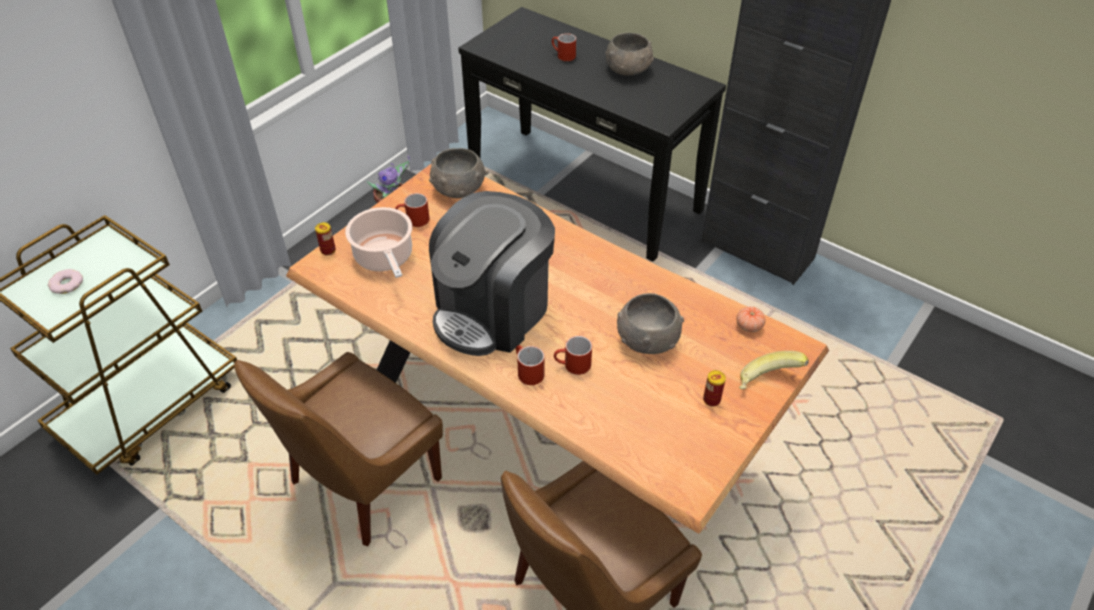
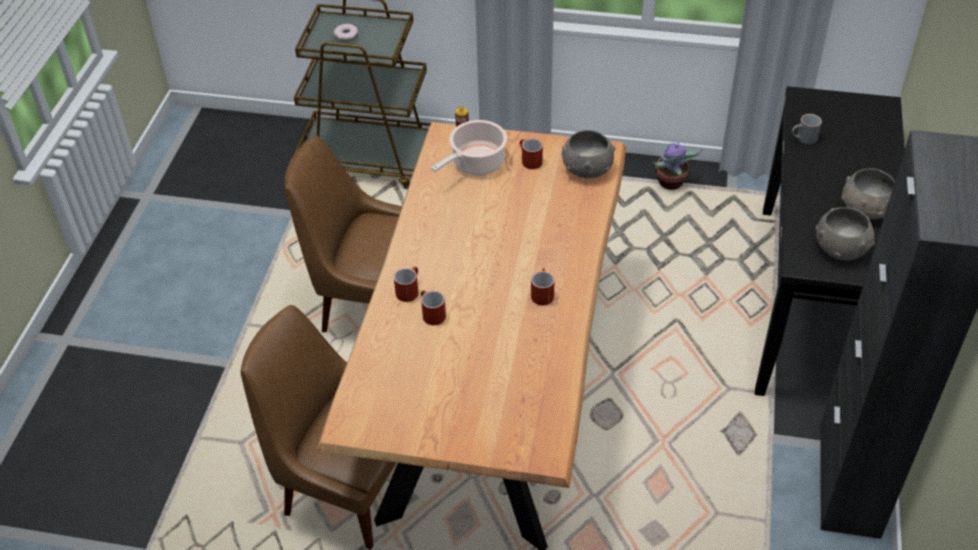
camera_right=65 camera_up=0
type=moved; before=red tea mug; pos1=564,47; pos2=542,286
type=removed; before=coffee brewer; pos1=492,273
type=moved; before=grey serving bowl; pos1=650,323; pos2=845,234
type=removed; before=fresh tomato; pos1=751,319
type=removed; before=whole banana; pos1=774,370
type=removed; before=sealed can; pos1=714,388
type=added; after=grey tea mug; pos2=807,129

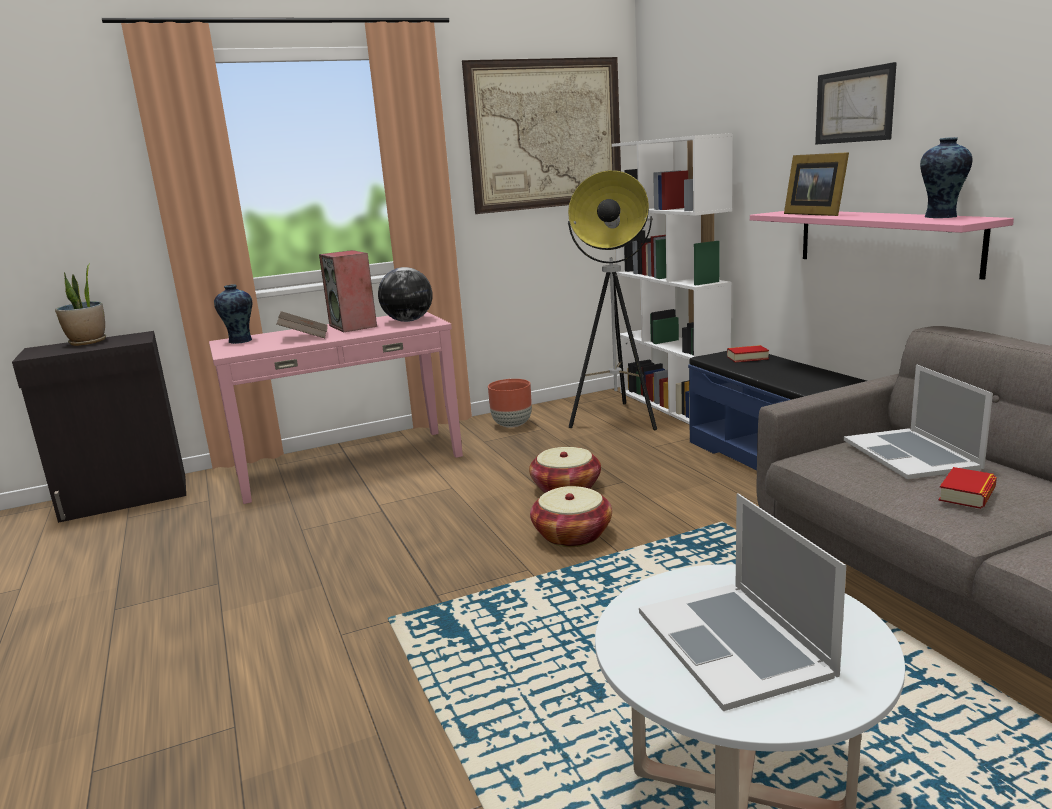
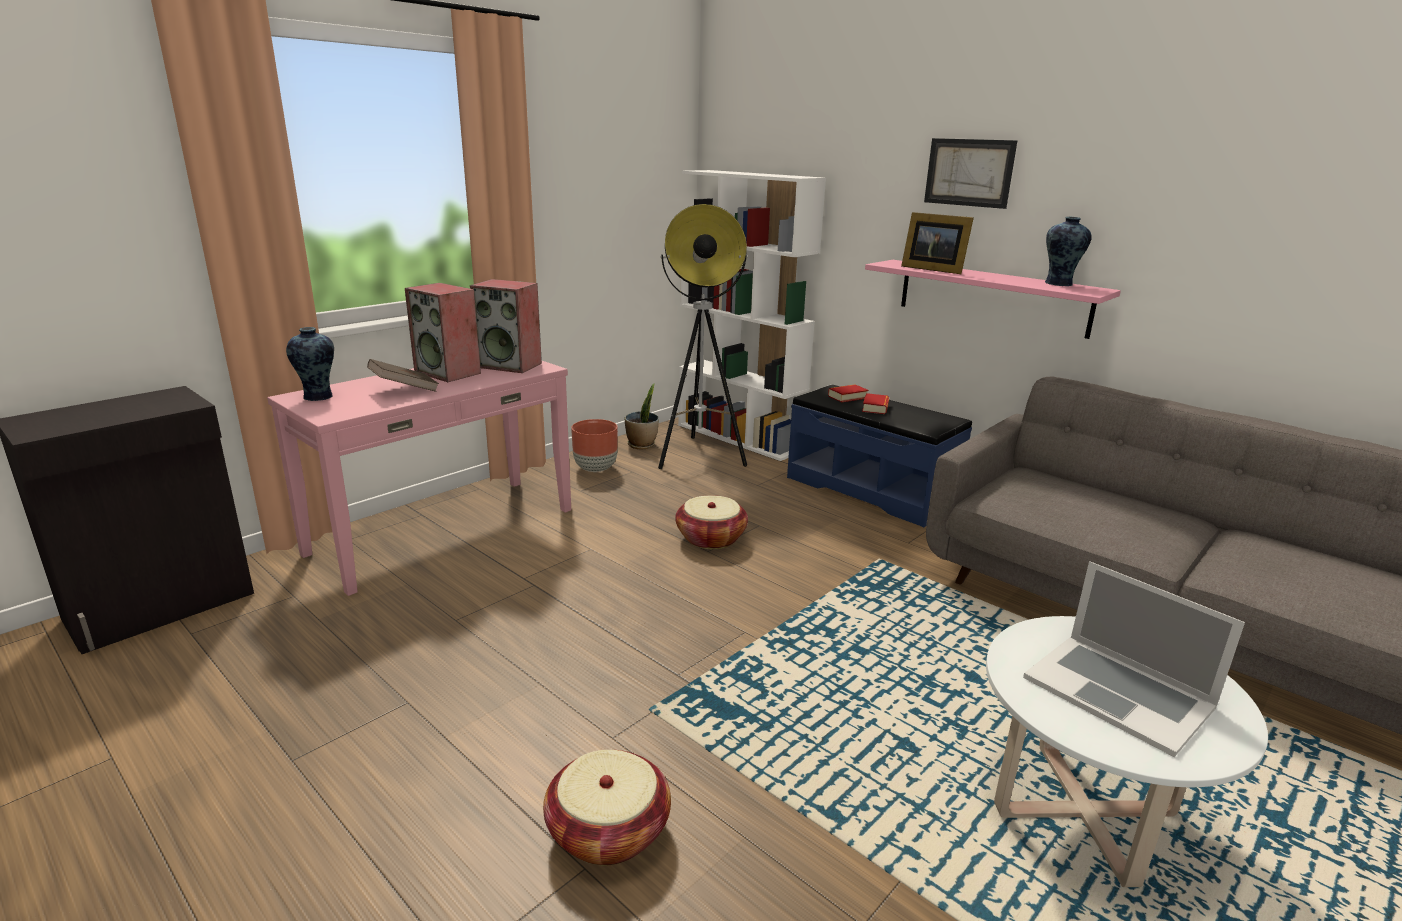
camera_right=-25 camera_up=5
type=removed; before=wall picture; pos1=541,135
type=moved; before=plant in a pot; pos1=80,304; pos2=642,416
type=replaced; before=globe; after=speaker; pos1=405,294; pos2=506,326
type=removed; before=notebook computer; pos1=918,421
type=moved; before=volume; pos1=967,488; pos2=875,403
type=moved; before=household basket; pos1=571,516; pos2=607,808

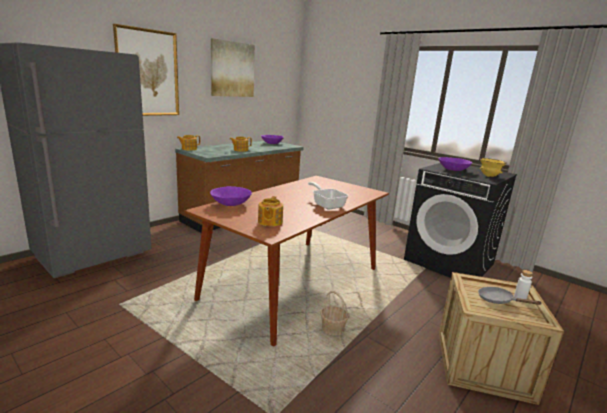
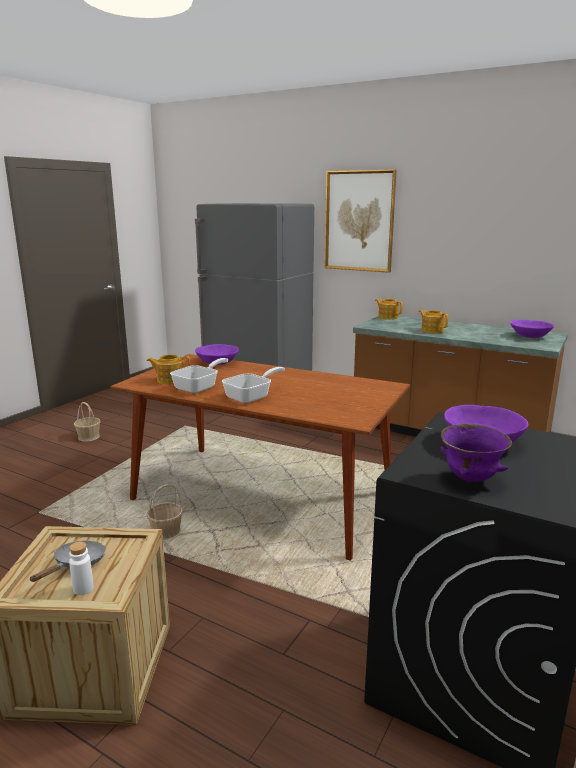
camera_right=80 camera_up=0
type=removed; before=wall picture; pos1=233,67
type=recoloured; before=yellow serving bowl; after=purplish serving bowl; pos1=493,167; pos2=476,453
type=added; after=frying pan; pos2=199,375
type=added; after=household basket; pos2=87,422

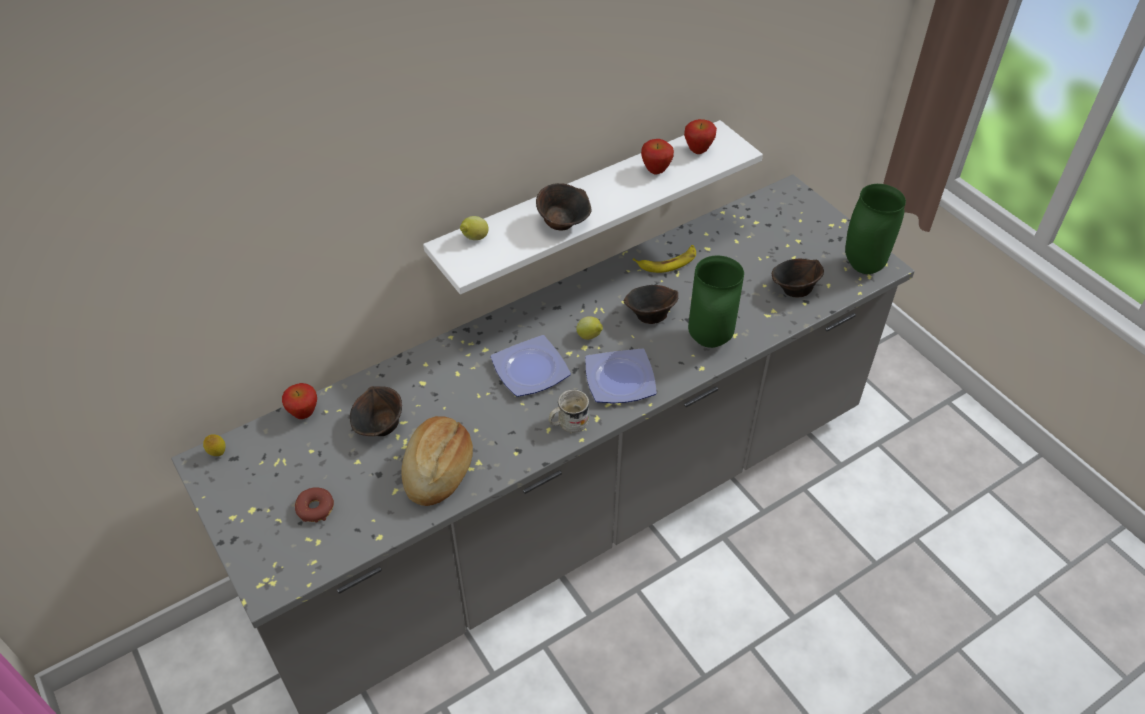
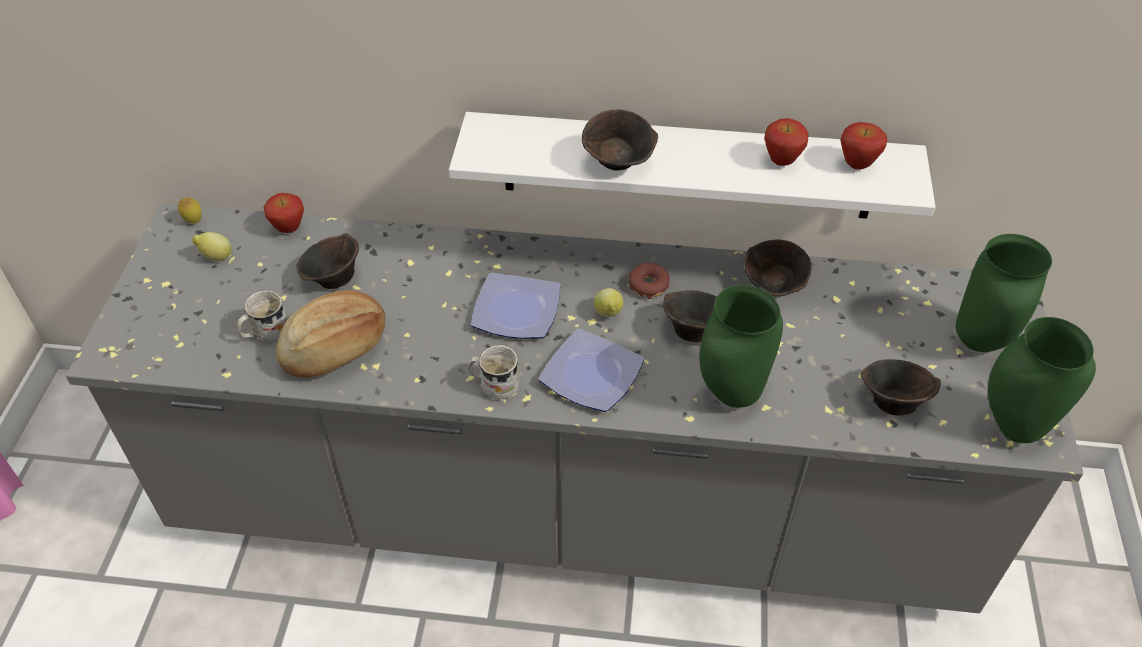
camera_right=40 camera_up=0
type=moved; before=whole lemon; pos1=474,228; pos2=212,246
type=replaced; before=whole banana; after=brownish serving bowl; pos1=664,259; pos2=778,268
type=moved; before=ring doughnut; pos1=314,504; pos2=649,281
type=added; after=green vase; pos2=1004,293
type=added; after=white-coloured tea mug; pos2=262,317

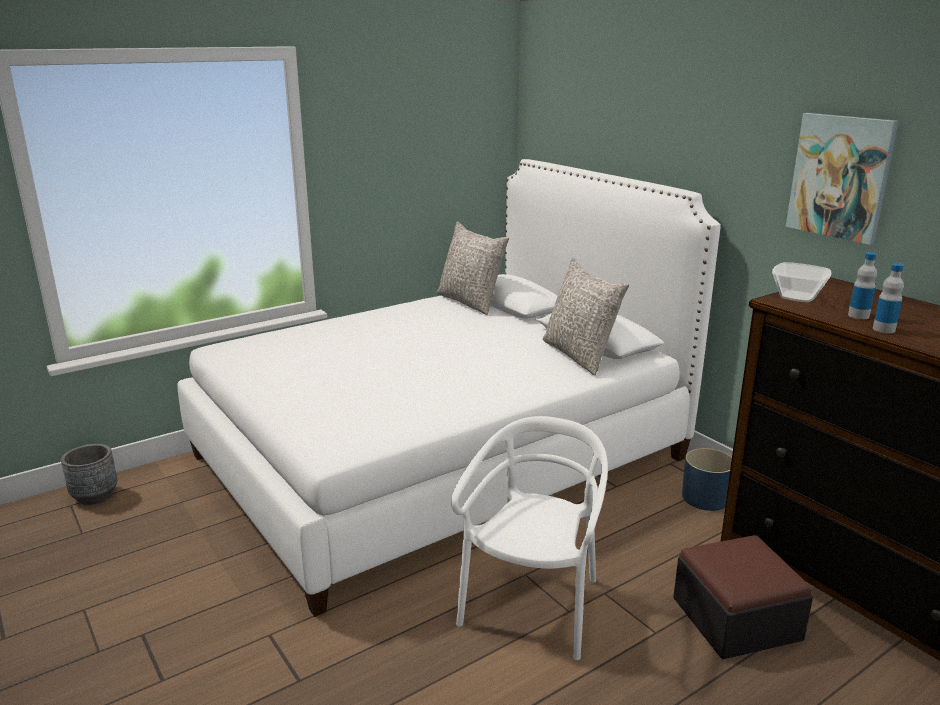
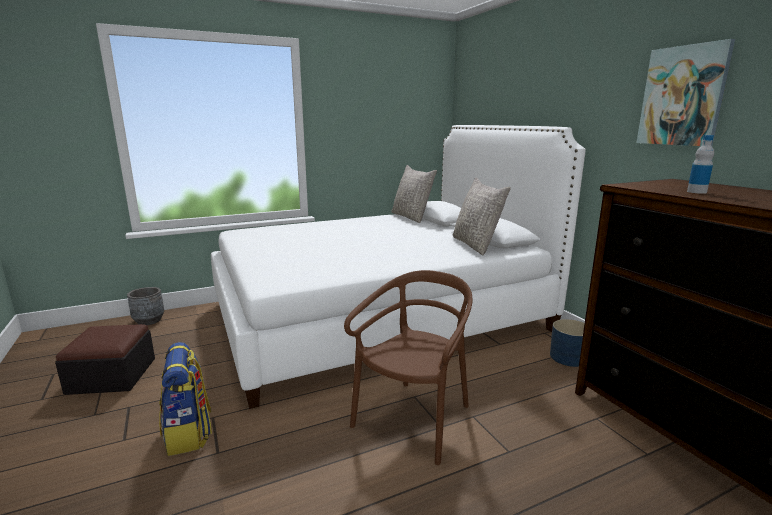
camera_right=10 camera_up=-5
type=removed; before=serving bowl; pos1=801,282
type=removed; before=drink bottle; pos1=888,298
type=recoloured; before=white-coloured chair; after=brownish chair; pos1=529,538; pos2=408,367
type=moved; before=footrest; pos1=743,597; pos2=105,359
type=added; after=backpack; pos2=185,399

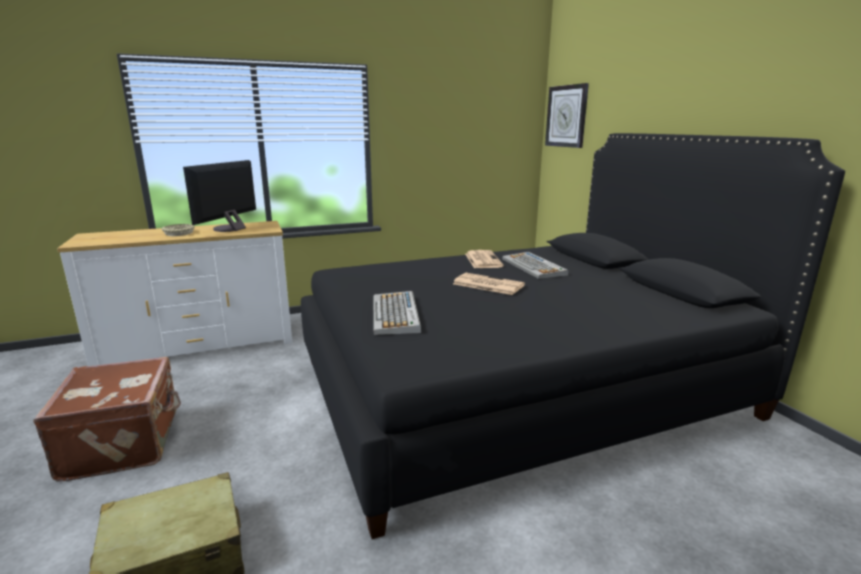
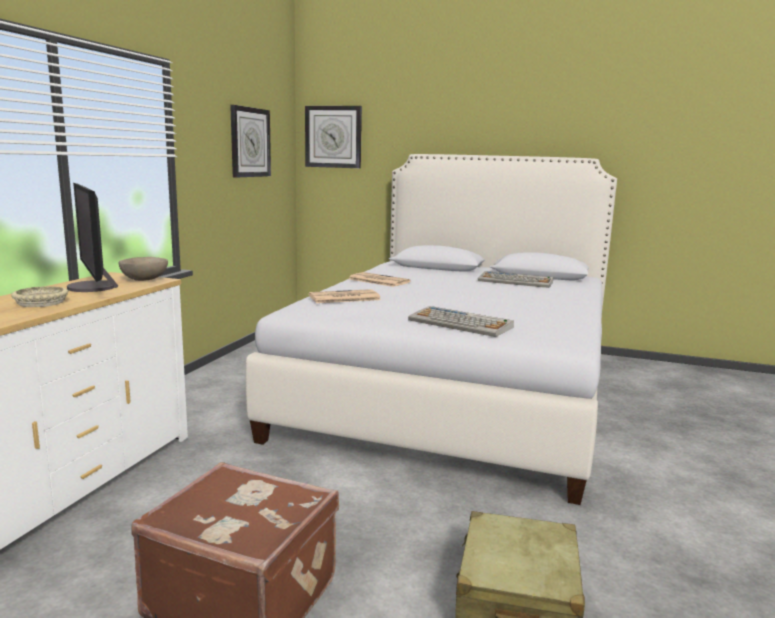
camera_right=-50 camera_up=-5
type=recoloured; before=black sleeping bed; after=white-coloured sleeping bed; pos1=573,336; pos2=431,329
type=moved; before=PC keyboard; pos1=536,265; pos2=515,279
type=moved; before=printed paper; pos1=489,284; pos2=345,296
type=added; after=hanging clock; pos2=250,141
type=added; after=beige-coloured serving bowl; pos2=143,269

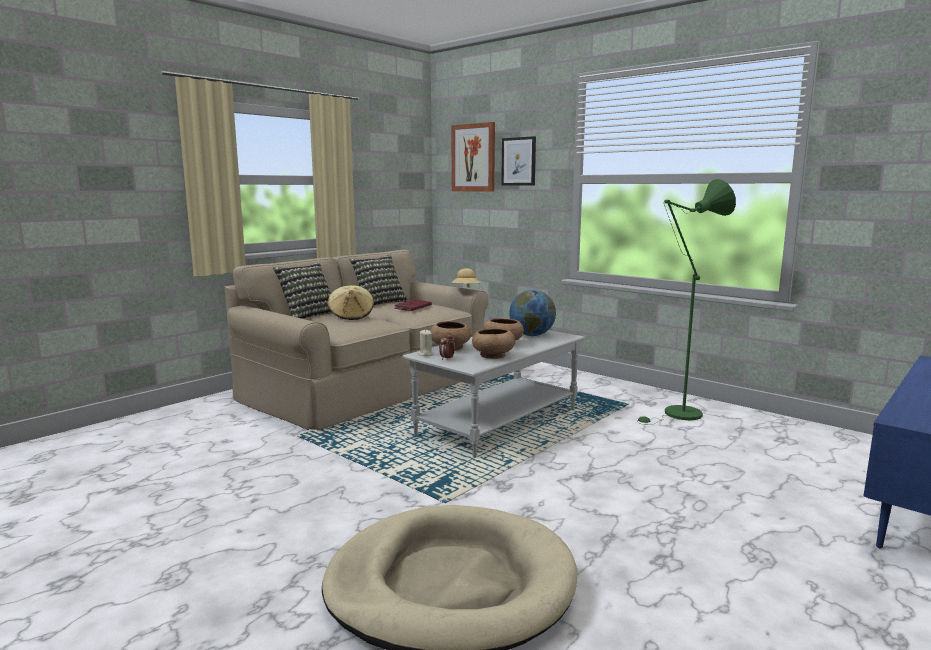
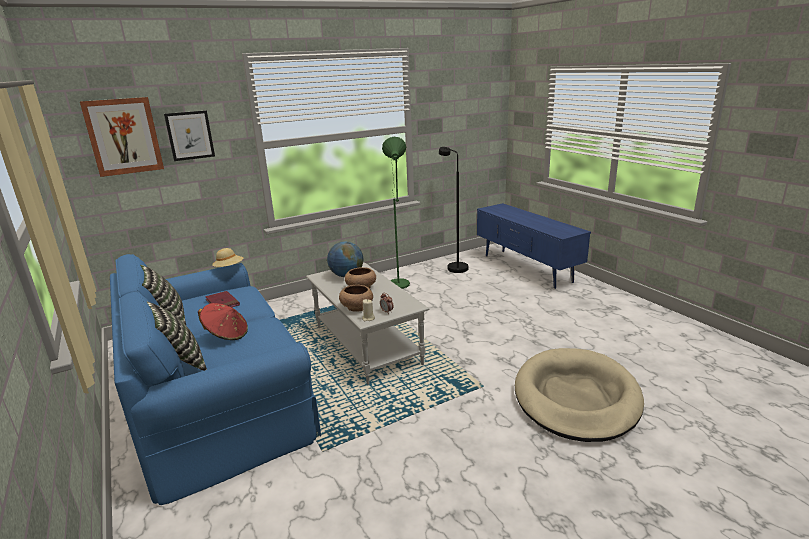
camera_right=-70 camera_up=10
type=recoloured; before=beige-coloured couch; after=bluish couch; pos1=356,340; pos2=215,379
type=recoloured; before=beige-coloured clothing hat; after=red clothing hat; pos1=350,302; pos2=223,321
type=removed; before=brownish serving bowl; pos1=493,343
type=added; after=black standard lamp; pos2=454,210

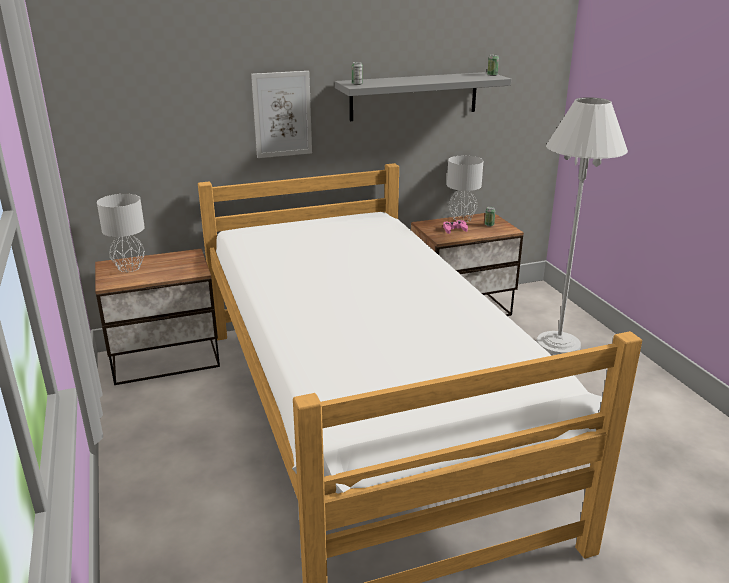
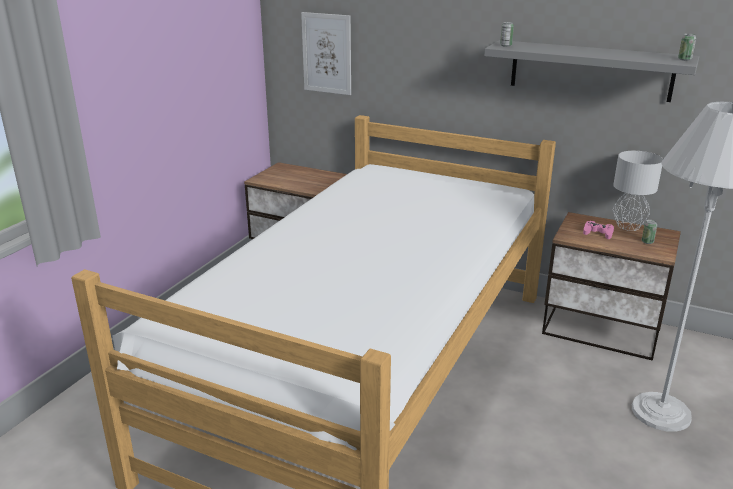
camera_right=45 camera_up=0
type=moved; before=wall picture; pos1=281,114; pos2=326,53
type=removed; before=grey table lamp; pos1=121,233

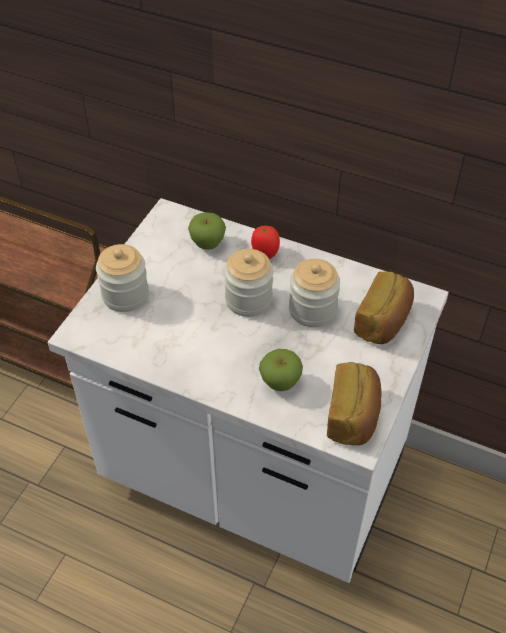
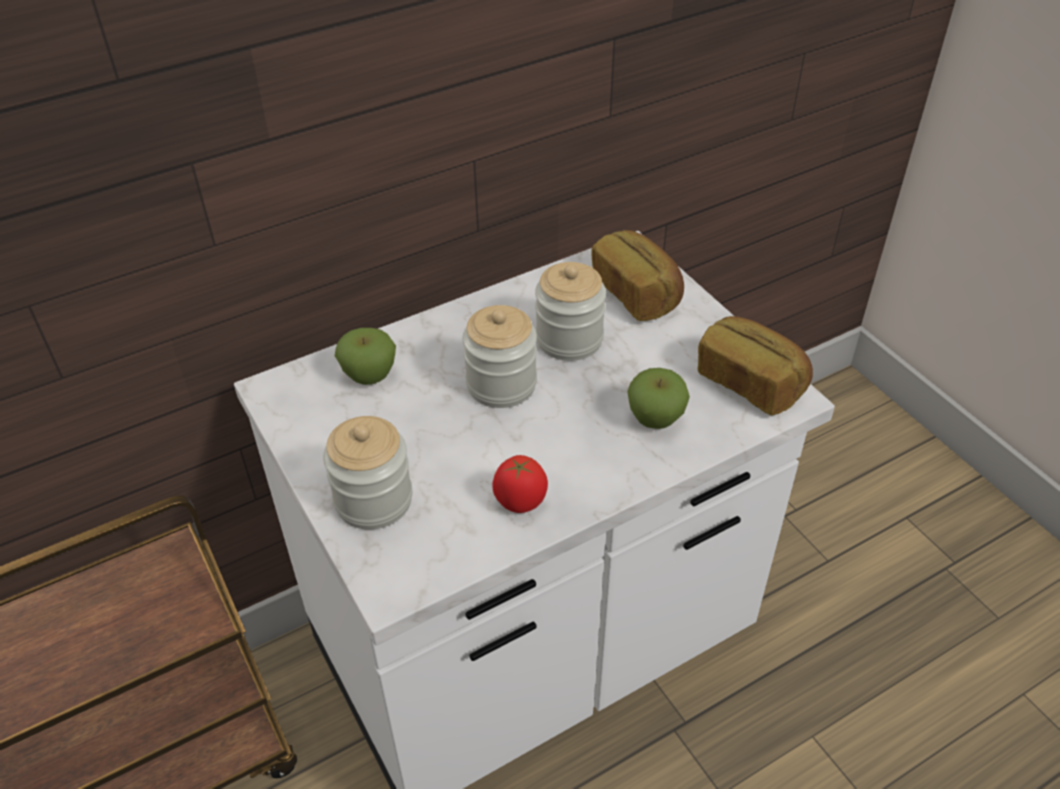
camera_right=-55 camera_up=-5
type=moved; before=fresh tomato; pos1=265,242; pos2=520,484

